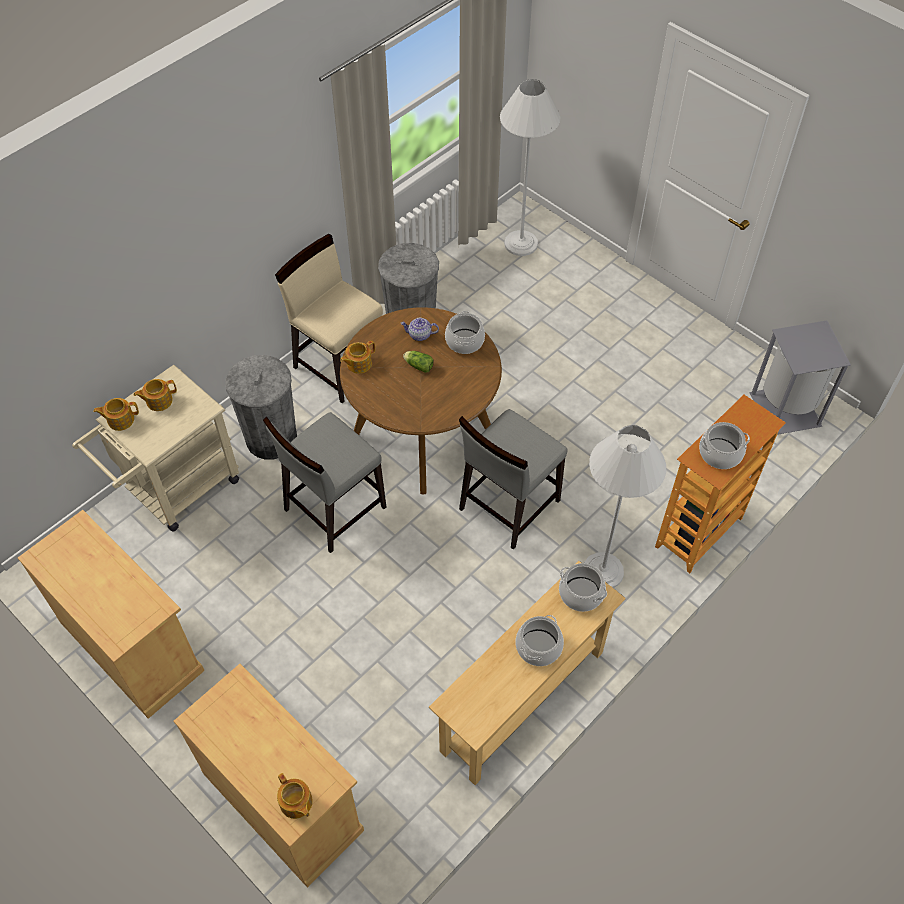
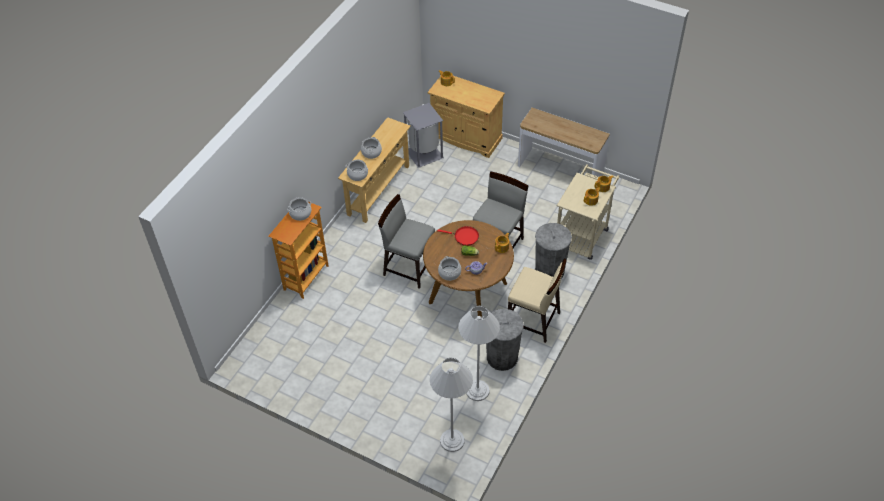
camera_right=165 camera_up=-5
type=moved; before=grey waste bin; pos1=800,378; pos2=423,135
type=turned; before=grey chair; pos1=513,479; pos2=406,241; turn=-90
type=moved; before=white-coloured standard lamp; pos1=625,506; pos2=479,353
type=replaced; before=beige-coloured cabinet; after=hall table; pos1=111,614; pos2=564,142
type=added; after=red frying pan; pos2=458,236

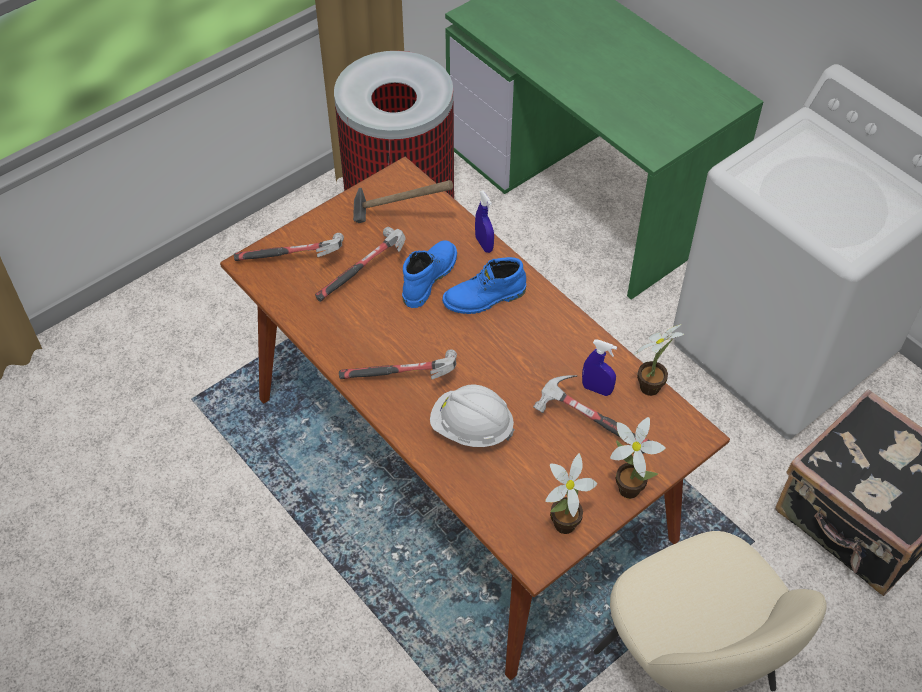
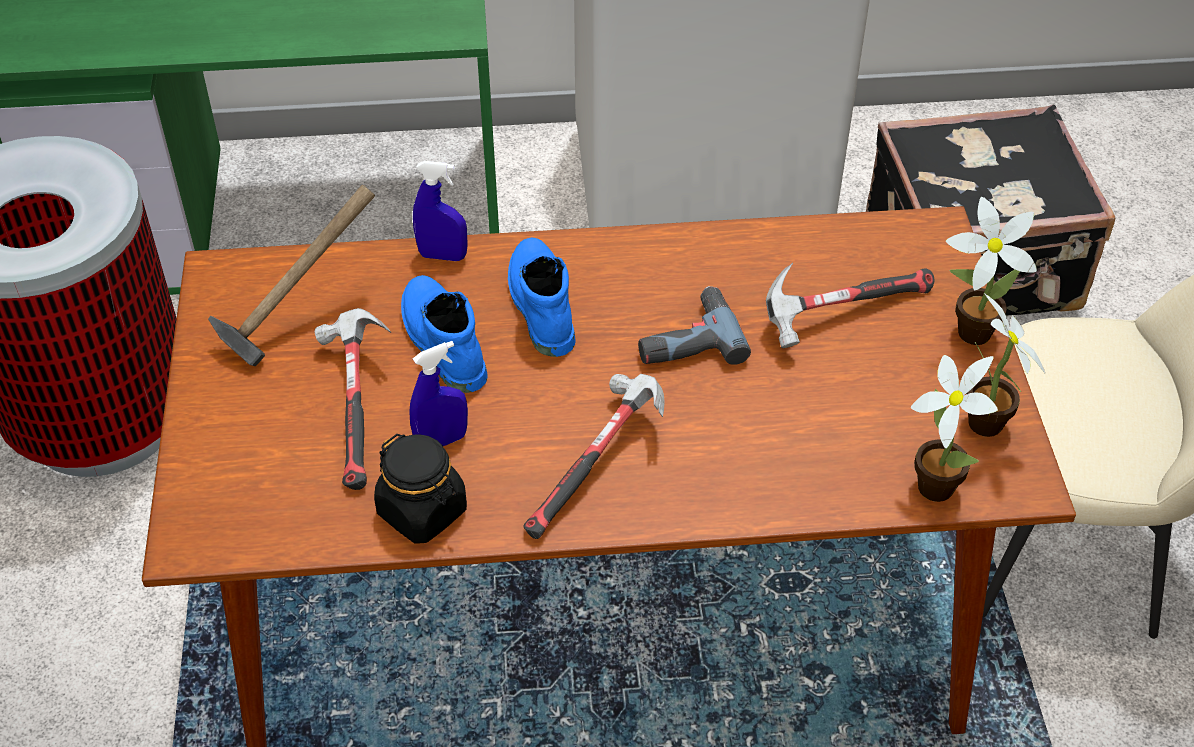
camera_right=-55 camera_up=-5
type=removed; before=hand hammer; pos1=289,247
type=turned; before=bluish high-top boot; pos1=484,285; pos2=542,297; turn=150
type=moved; before=plant in a pot; pos1=659,360; pos2=954,428
type=moved; before=bluish spray bottle; pos1=599,368; pos2=438,393
type=removed; before=white-coloured safety helmet; pos1=472,416
type=added; after=power drill; pos2=694,325
type=added; after=black storage jar; pos2=420,489

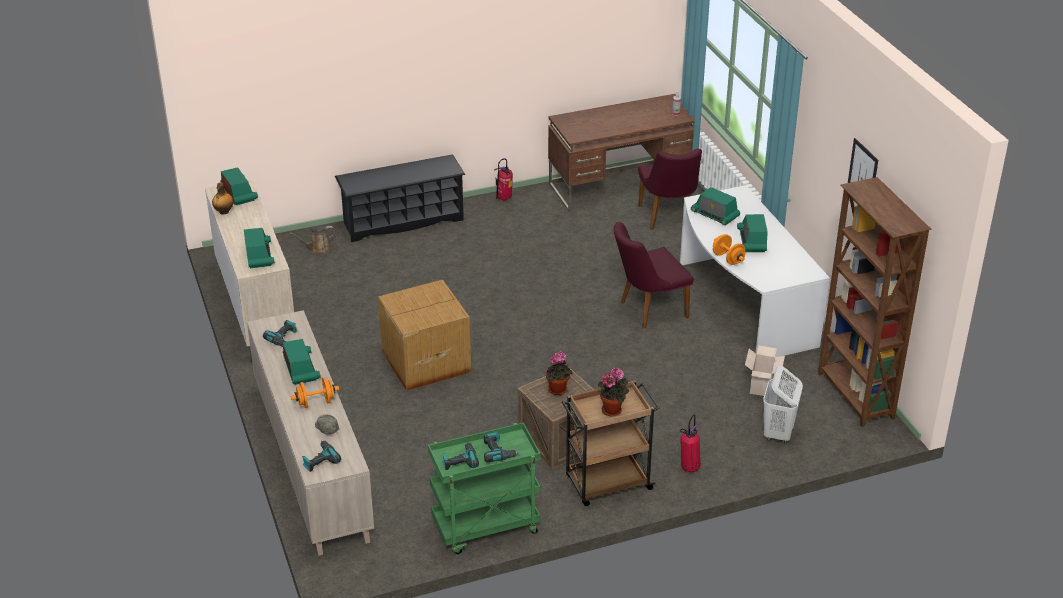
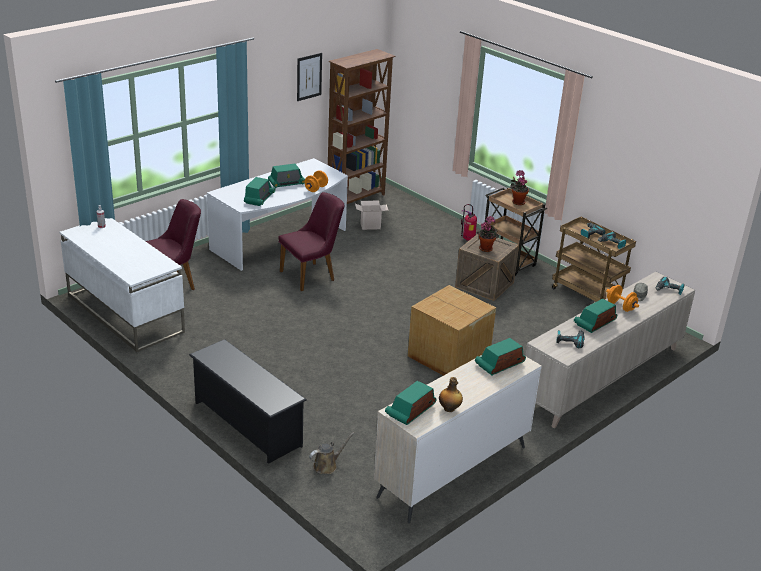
camera_right=-115 camera_up=-5
type=recoloured; before=brownish desk table; after=white-coloured desk table; pos1=621,153; pos2=122,285
type=removed; before=fire extinguisher; pos1=503,179
type=turned; before=purplish chair; pos1=654,275; pos2=311,241; turn=-75
type=turned; before=brownish watering can; pos1=312,240; pos2=331,453; turn=-75
type=removed; before=white-coloured laundry basket; pos1=783,404
type=recoloured; before=green cart; after=brownish cart; pos1=484,488; pos2=594,259

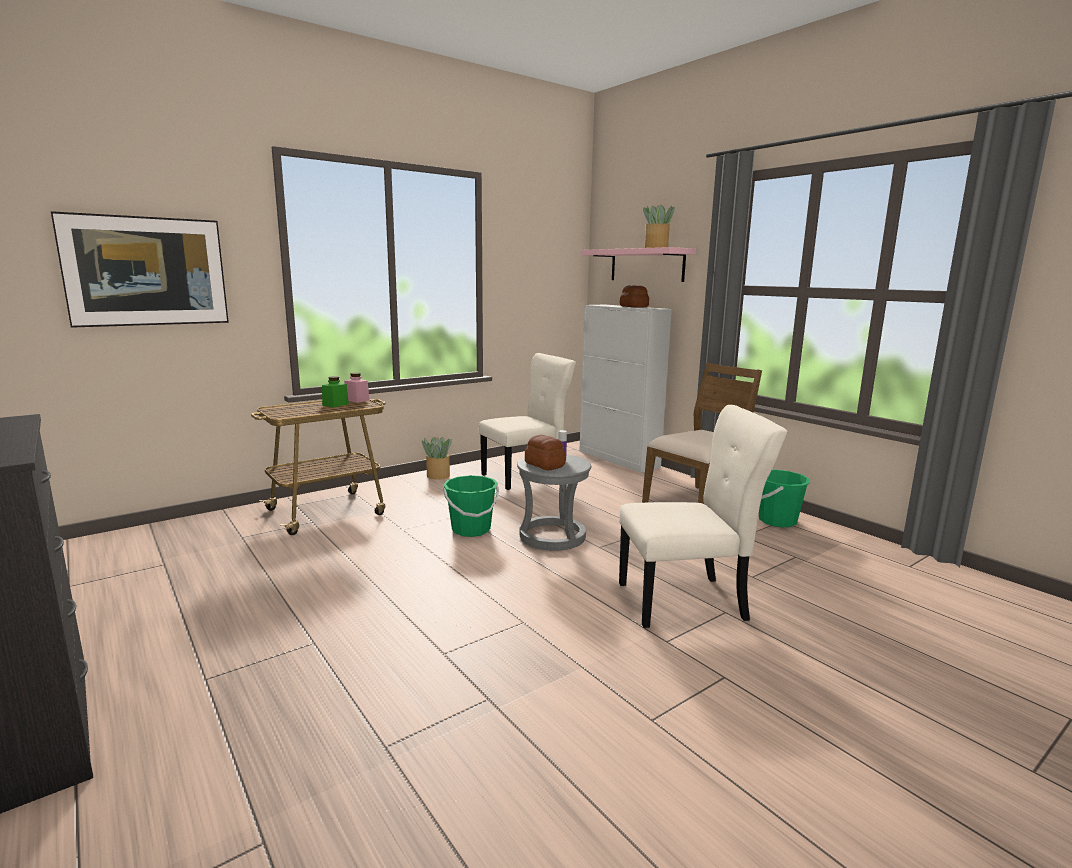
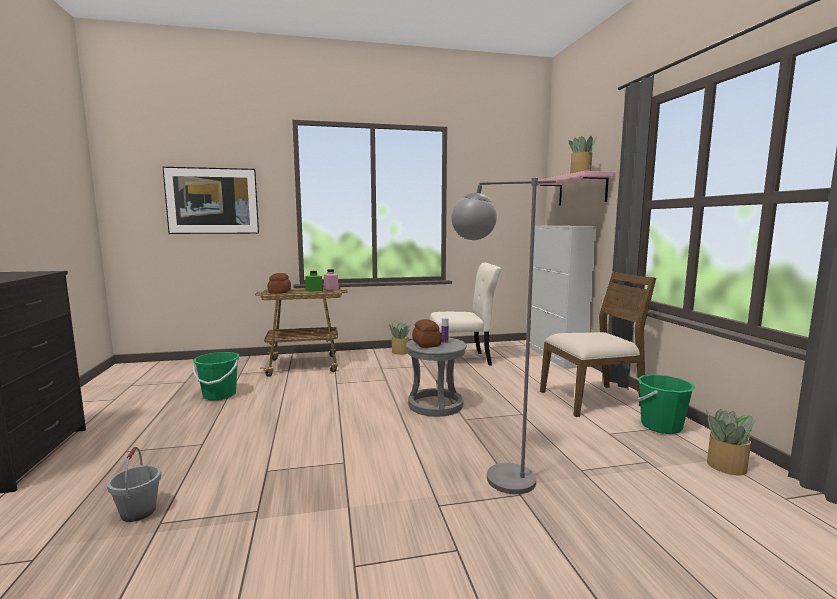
camera_right=25 camera_up=-5
type=moved; before=bread; pos1=634,296; pos2=279,283
type=replaced; before=beige-coloured chair; after=grey standard lamp; pos1=703,516; pos2=503,336
type=moved; before=green pail; pos1=471,506; pos2=216,376
type=added; after=plant in a pot; pos2=730,442
type=added; after=grey pail; pos2=134,484

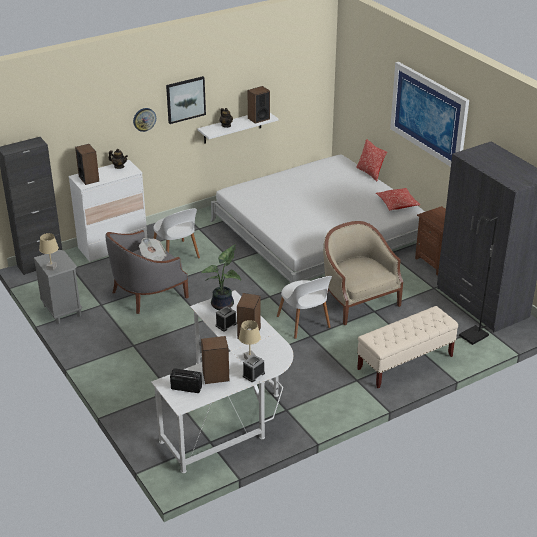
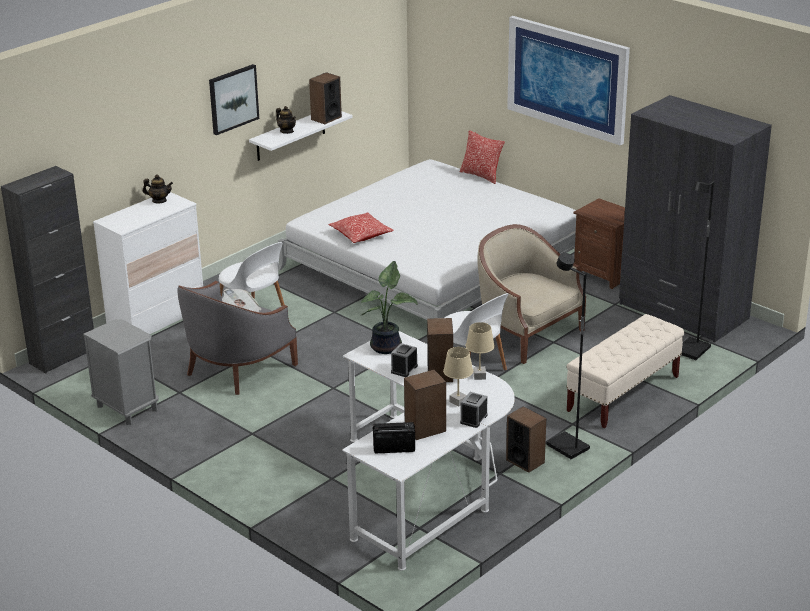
camera_right=-15 camera_up=-5
type=removed; before=hanging clock; pos1=144,120
type=moved; before=speaker; pos1=87,164; pos2=526,439
type=moved; before=pillow; pos1=398,199; pos2=360,228
type=moved; before=beige-coloured table lamp; pos1=49,252; pos2=480,351
type=added; after=black standard lamp; pos2=568,356

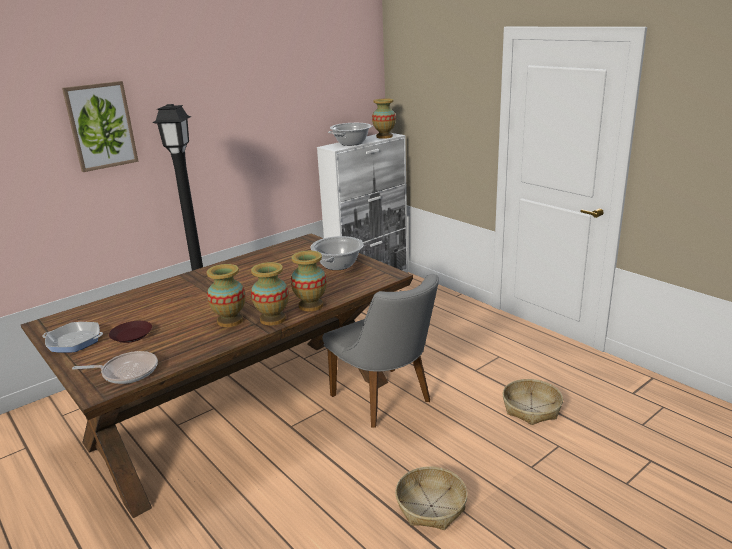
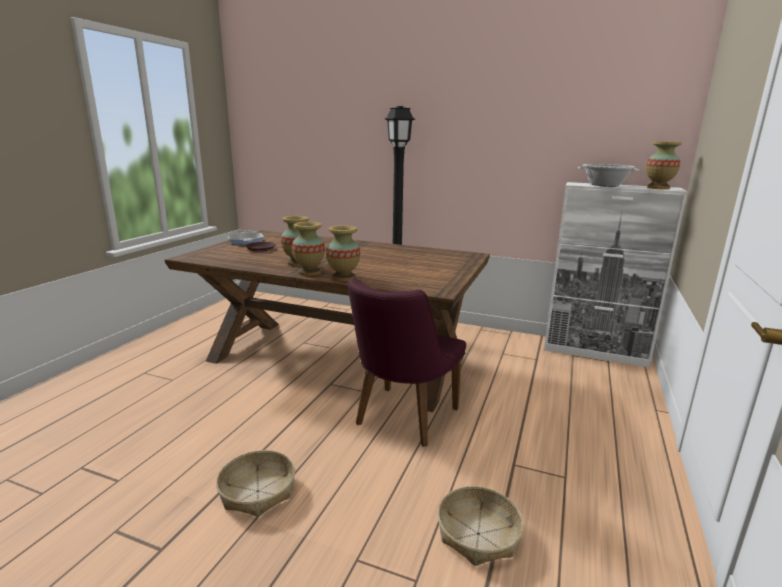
camera_right=60 camera_up=-5
type=removed; before=wall picture; pos1=100,126
type=removed; before=saucepot; pos1=337,253
type=recoloured; before=grey chair; after=purplish chair; pos1=380,351; pos2=406,362
type=removed; before=frying pan; pos1=115,367

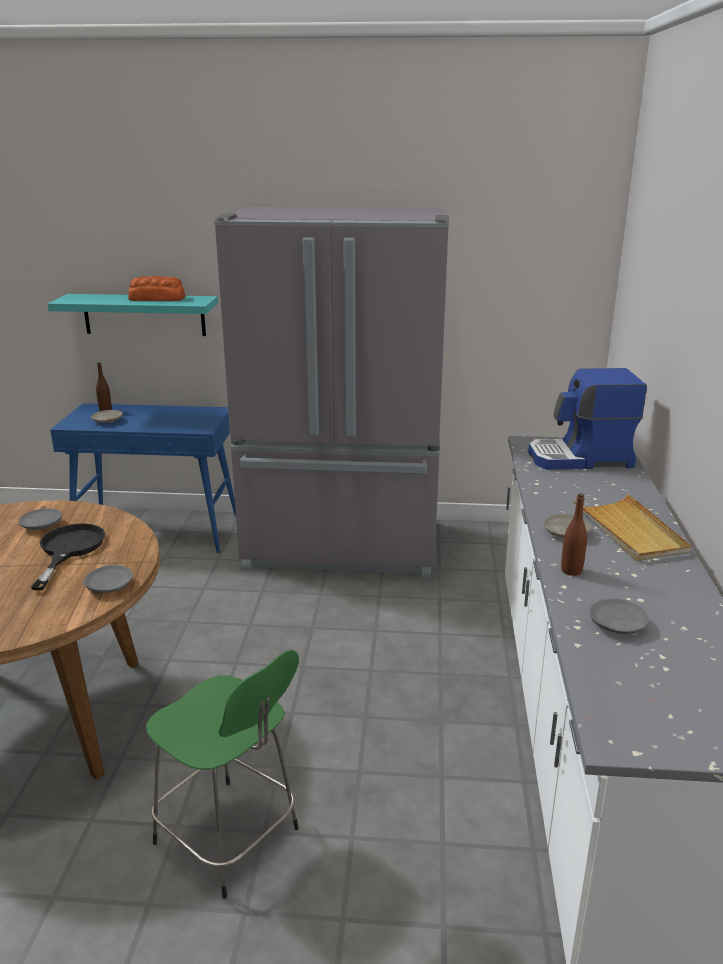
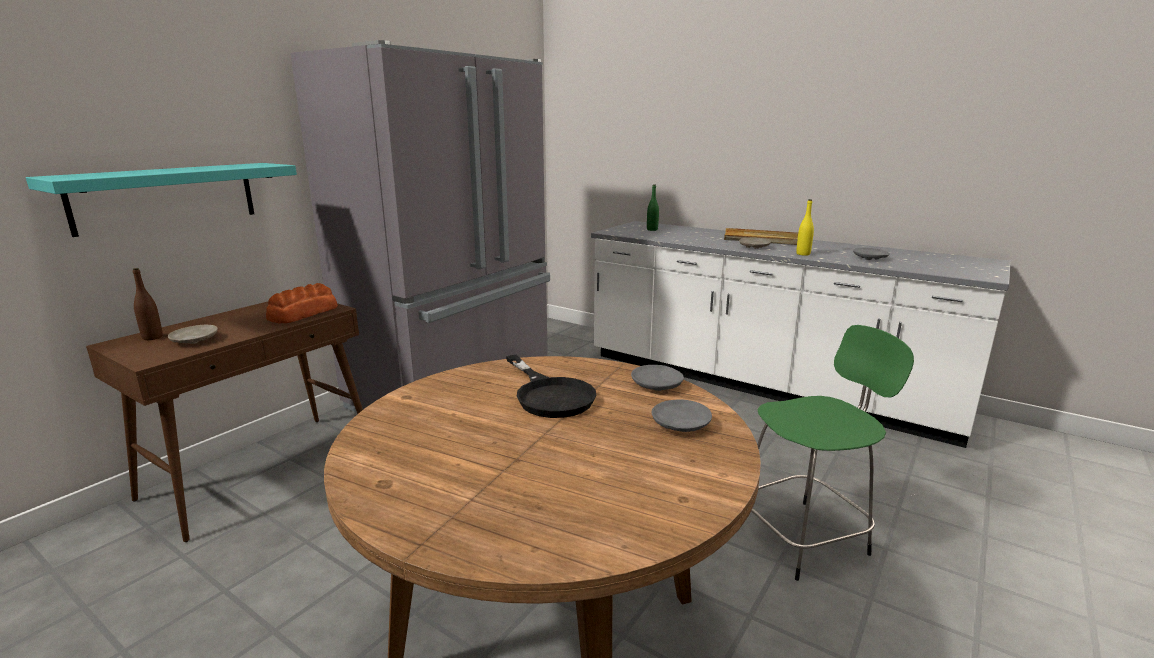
camera_right=-60 camera_up=-5
type=moved; before=bread; pos1=157,288; pos2=302,303
type=replaced; before=coffee brewer; after=green drink bottle; pos1=587,419; pos2=653,207
type=recoloured; before=bluish hall table; after=brownish hall table; pos1=143,478; pos2=224,421
type=recoloured; before=brownish drink bottle; after=yellow drink bottle; pos1=574,534; pos2=805,227
type=moved; before=grey flat dish; pos1=40,519; pos2=682,415
type=turned; before=black frying pan; pos1=68,556; pos2=551,386; turn=-150

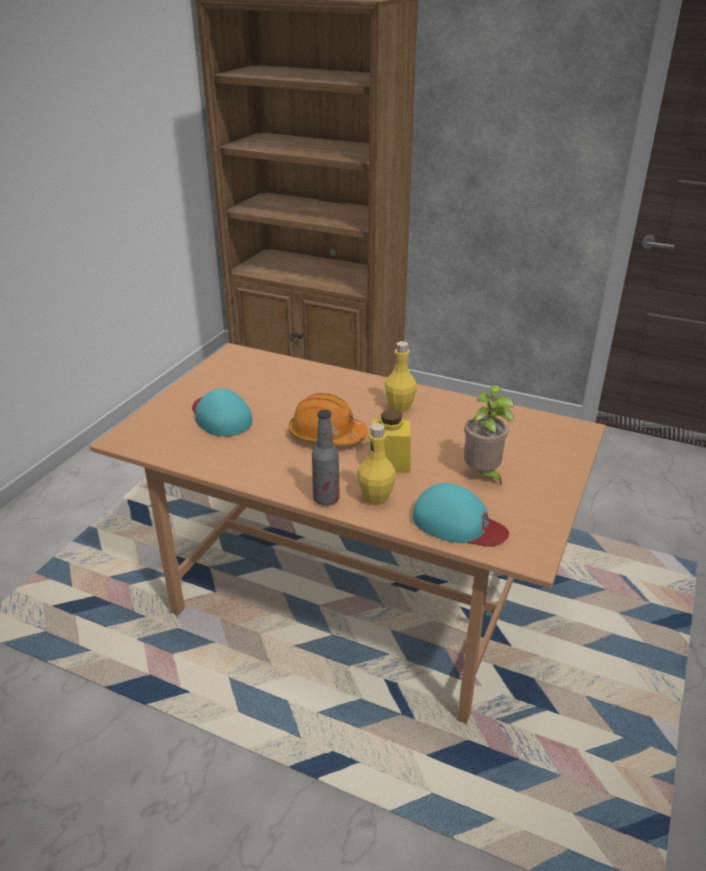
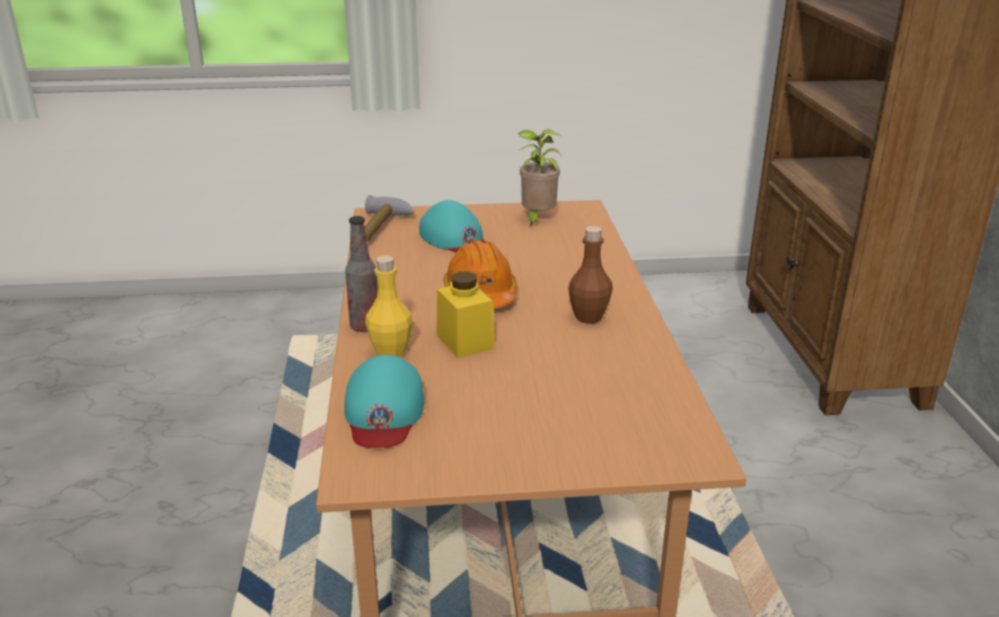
camera_right=60 camera_up=-5
type=recoloured; before=yellow drink bottle; after=brownish drink bottle; pos1=401,377; pos2=590,274
type=moved; before=plant in a pot; pos1=489,436; pos2=540,177
type=turned; before=turquoise-coloured cap; pos1=222,412; pos2=453,226; turn=120
type=added; after=hand hammer; pos2=389,218

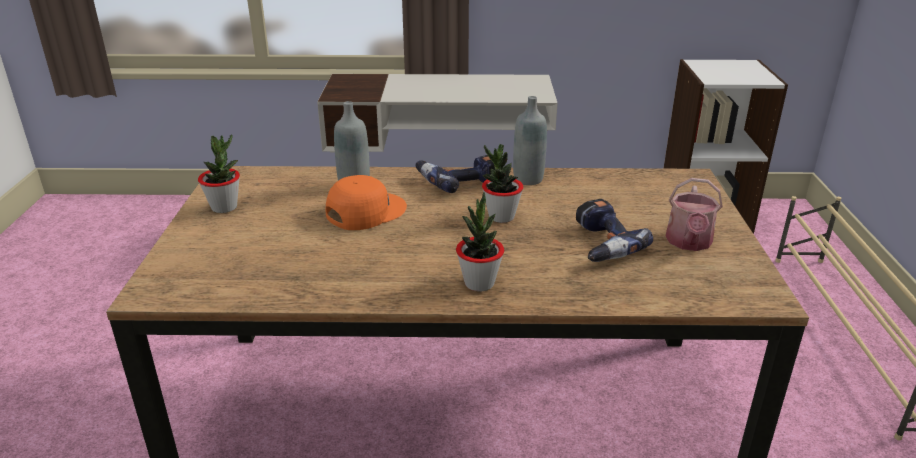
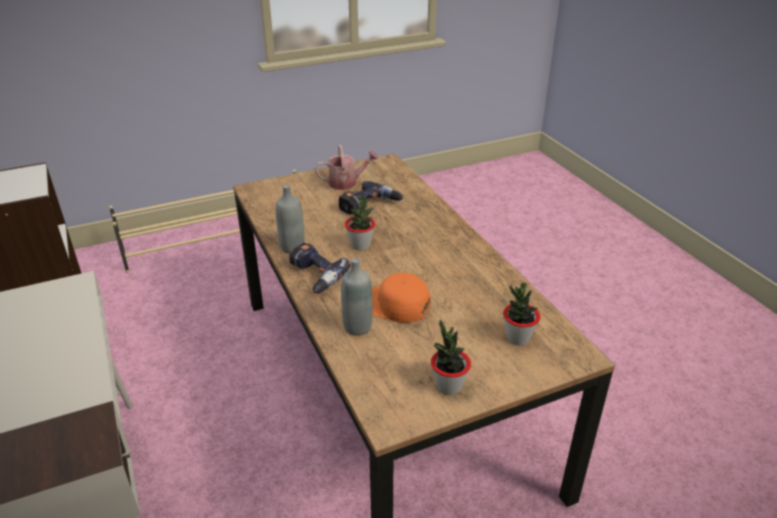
camera_right=-115 camera_up=5
type=moved; before=plant in a pot; pos1=480,241; pos2=522,314

